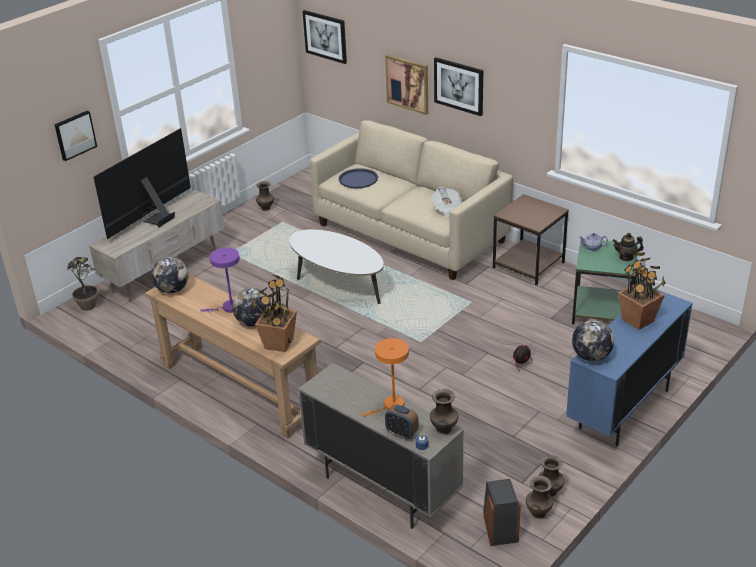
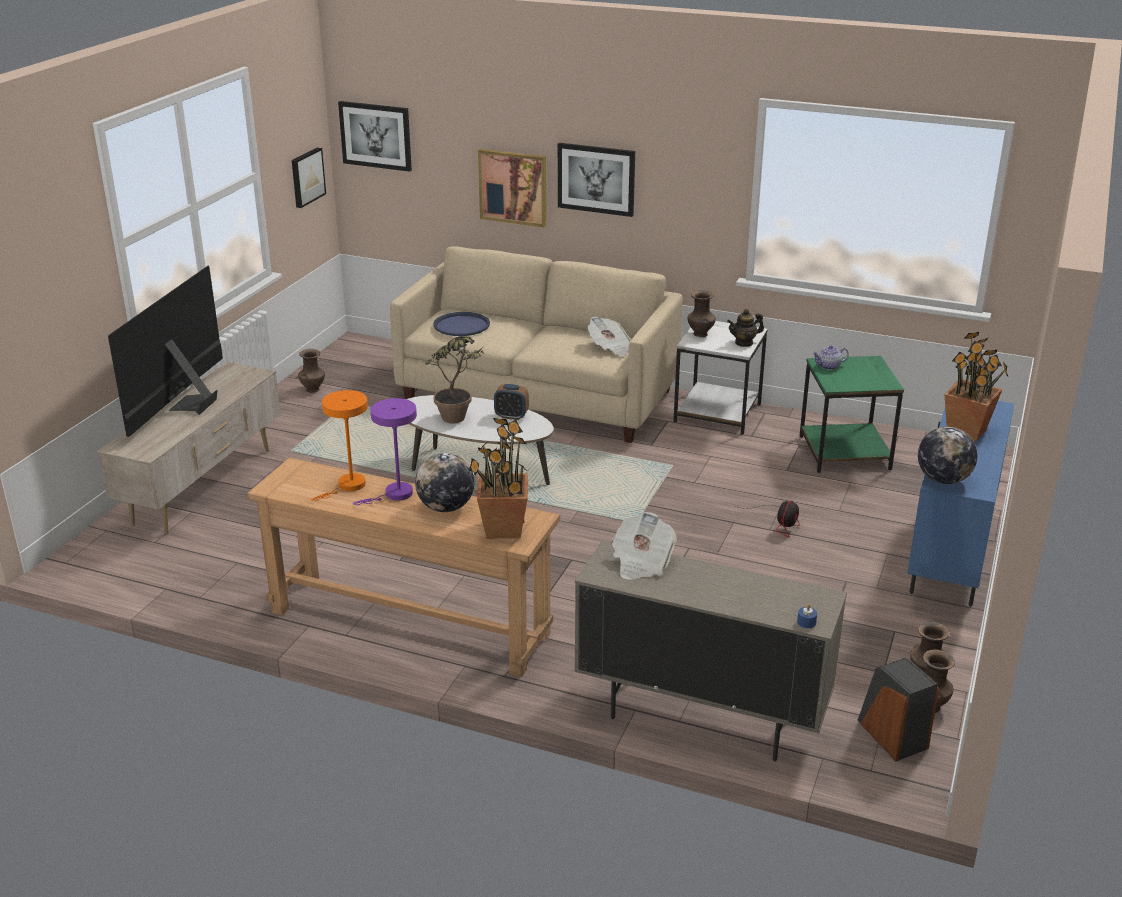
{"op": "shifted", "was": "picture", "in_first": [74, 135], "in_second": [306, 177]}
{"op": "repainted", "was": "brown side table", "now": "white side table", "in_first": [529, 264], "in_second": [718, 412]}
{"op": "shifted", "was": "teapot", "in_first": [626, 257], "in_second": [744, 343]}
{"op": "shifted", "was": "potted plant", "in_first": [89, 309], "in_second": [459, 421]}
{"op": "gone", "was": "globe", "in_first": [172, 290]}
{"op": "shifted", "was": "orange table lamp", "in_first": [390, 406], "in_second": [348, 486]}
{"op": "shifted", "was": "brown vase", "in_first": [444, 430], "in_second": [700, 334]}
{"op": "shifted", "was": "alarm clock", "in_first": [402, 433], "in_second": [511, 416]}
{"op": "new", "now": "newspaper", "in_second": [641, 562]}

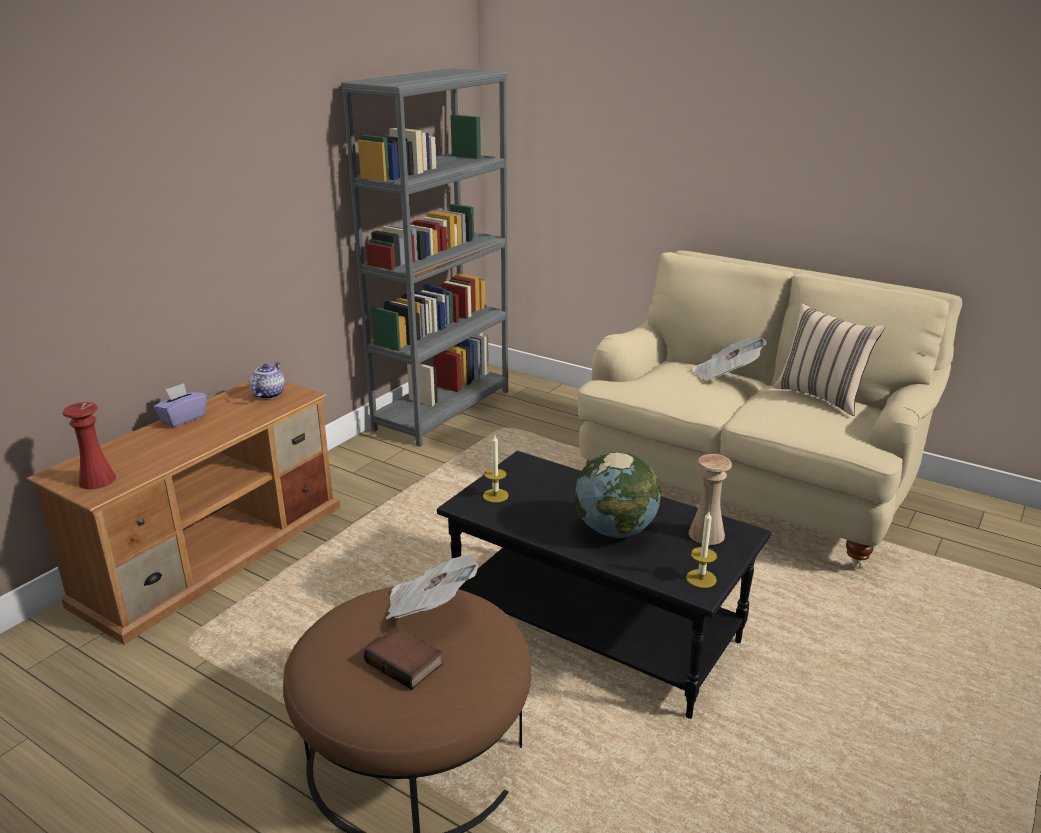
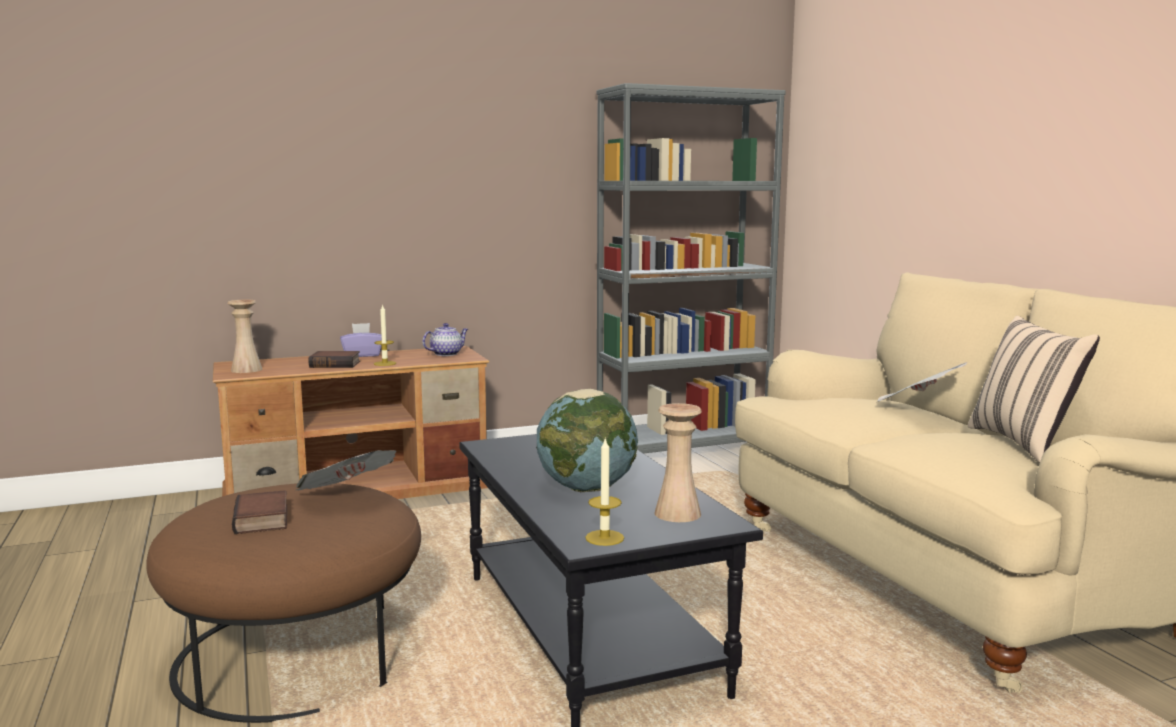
{"op": "repainted", "was": "red vase", "now": "beige vase", "in_first": [97, 480], "in_second": [246, 370]}
{"op": "shifted", "was": "candle", "in_first": [495, 495], "in_second": [385, 363]}
{"op": "new", "now": "book", "in_second": [336, 364]}

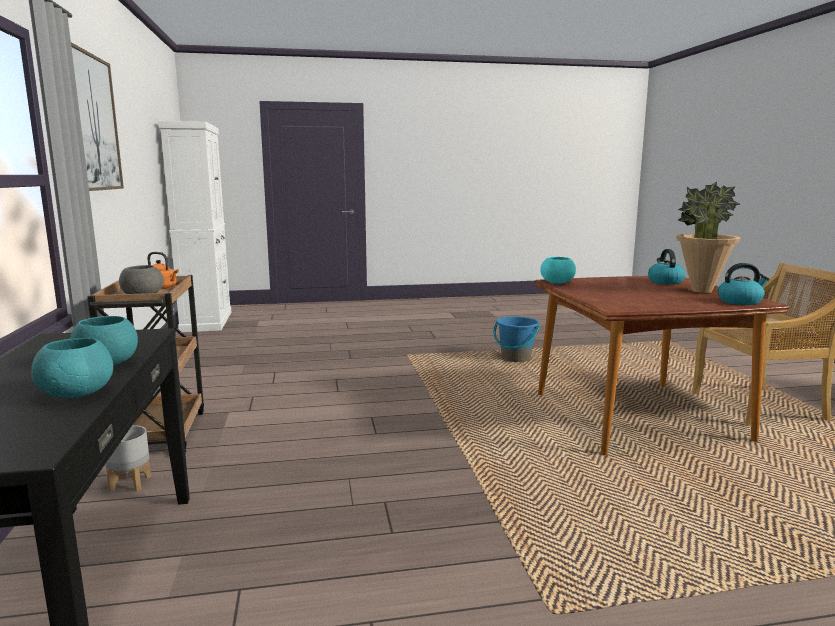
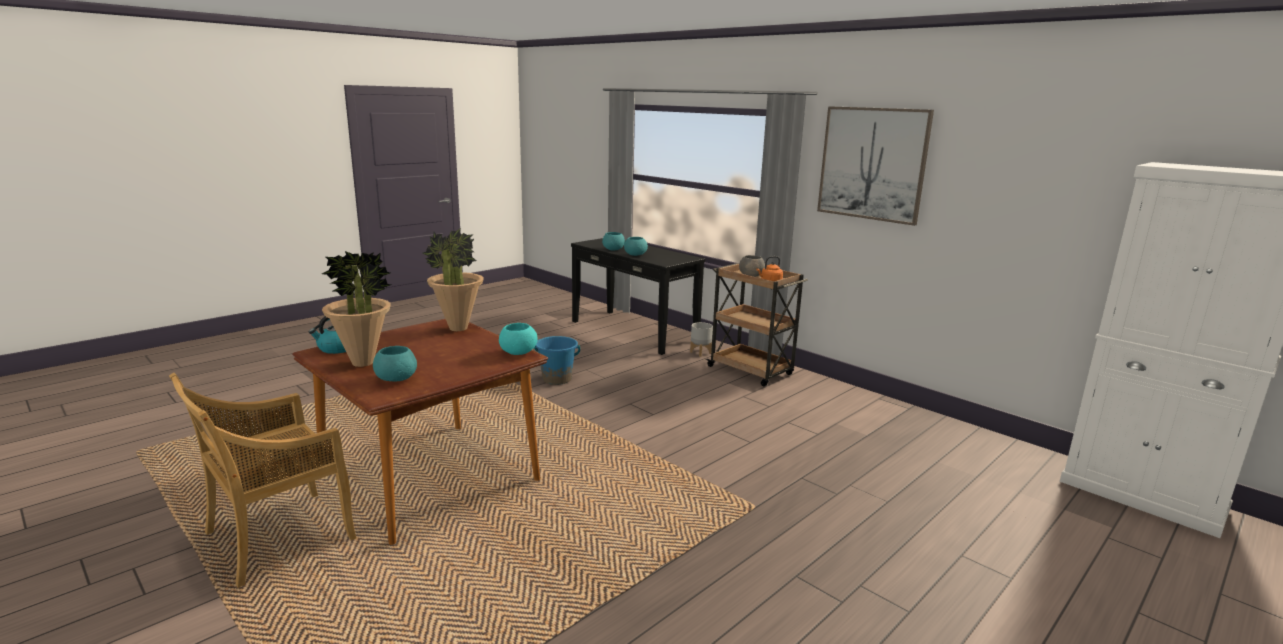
{"op": "swapped", "was": "kettle", "now": "turquoise bowl", "in_first": [665, 282], "in_second": [396, 378]}
{"op": "shifted", "was": "blue bucket", "in_first": [515, 358], "in_second": [557, 379]}
{"op": "new", "now": "potted plant", "in_second": [458, 328]}

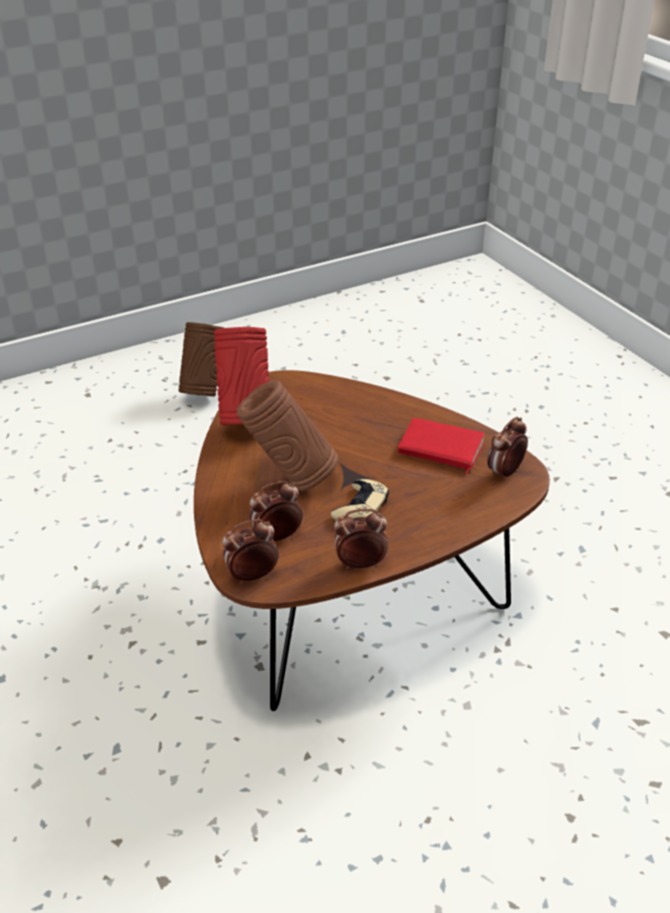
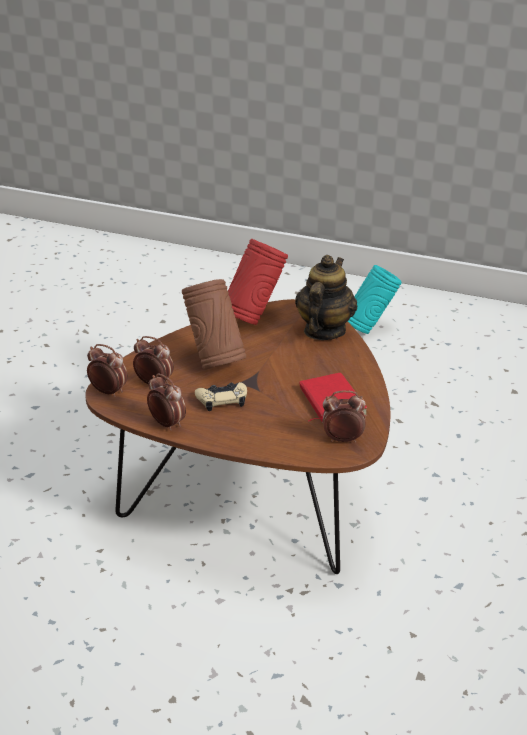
{"op": "repainted", "was": "brown vase", "now": "turquoise vase", "in_first": [204, 391], "in_second": [369, 328]}
{"op": "new", "now": "teapot", "in_second": [324, 331]}

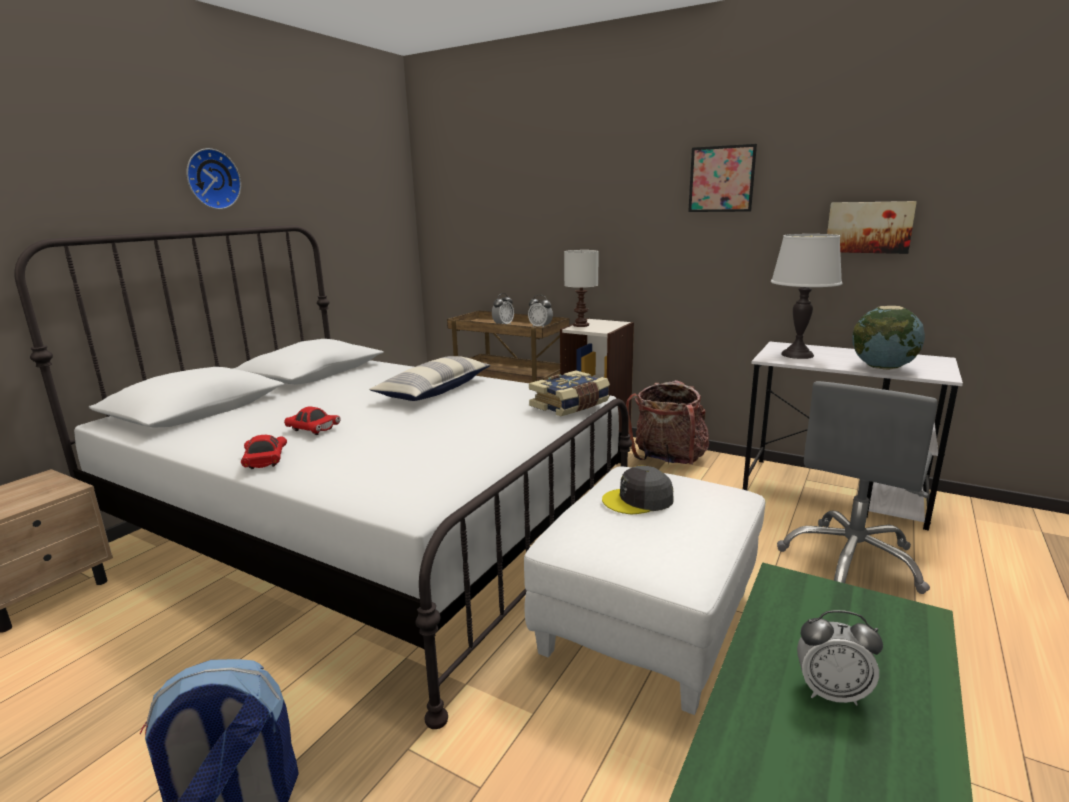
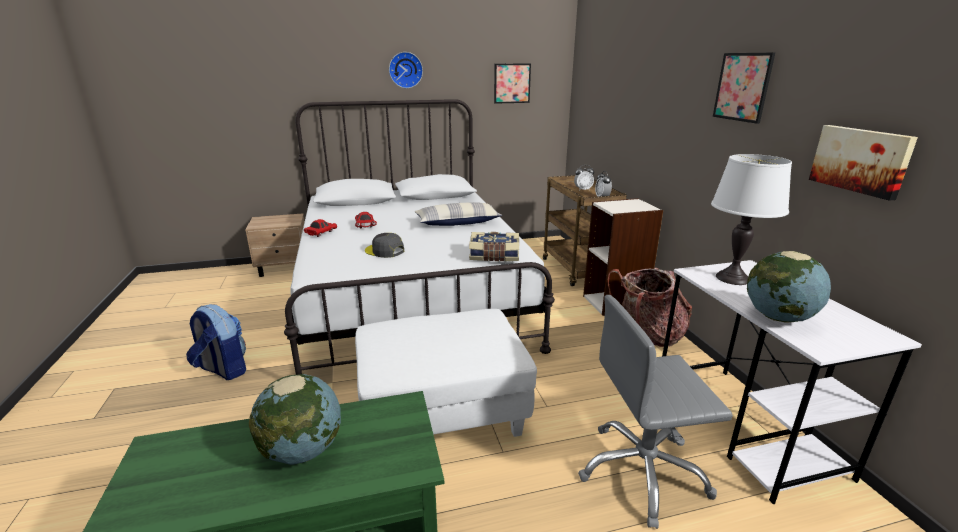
{"op": "gone", "was": "white table lamp", "in_first": [581, 325]}
{"op": "shifted", "was": "grey cap", "in_first": [638, 500], "in_second": [384, 251]}
{"op": "swapped", "was": "alarm clock", "now": "globe", "in_first": [831, 692], "in_second": [303, 451]}
{"op": "new", "now": "picture", "in_second": [512, 83]}

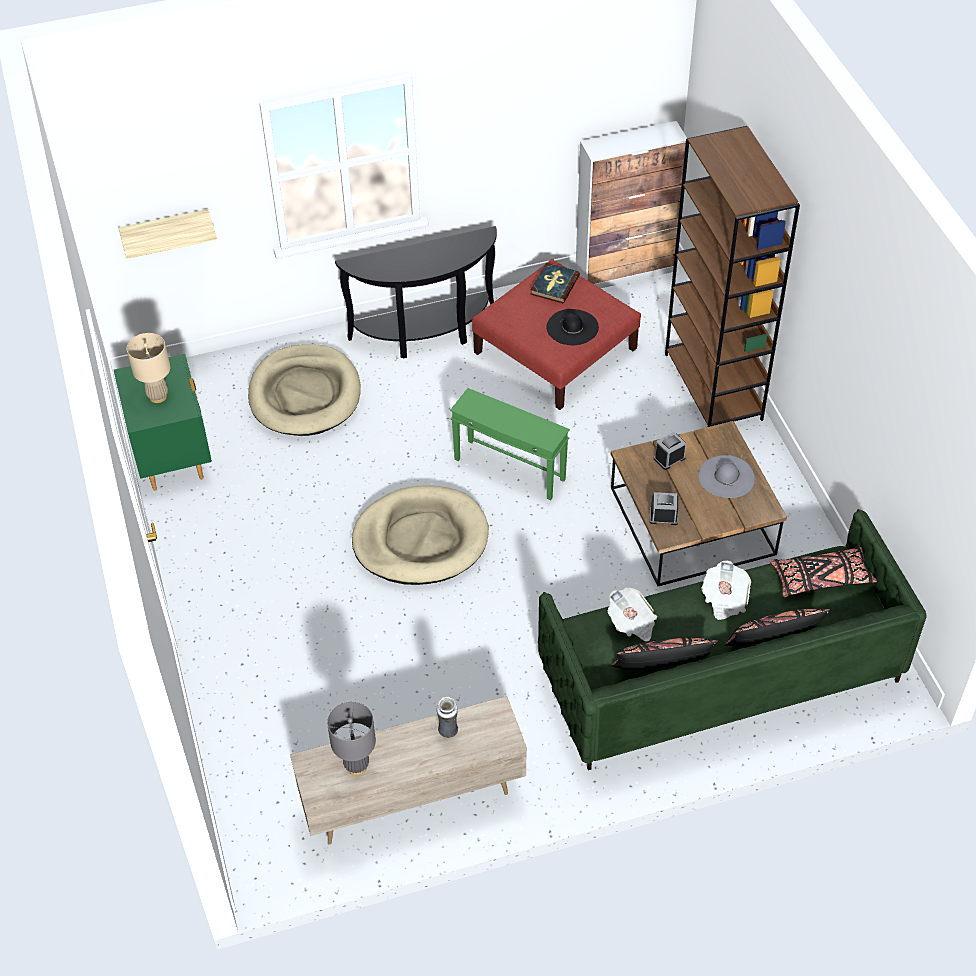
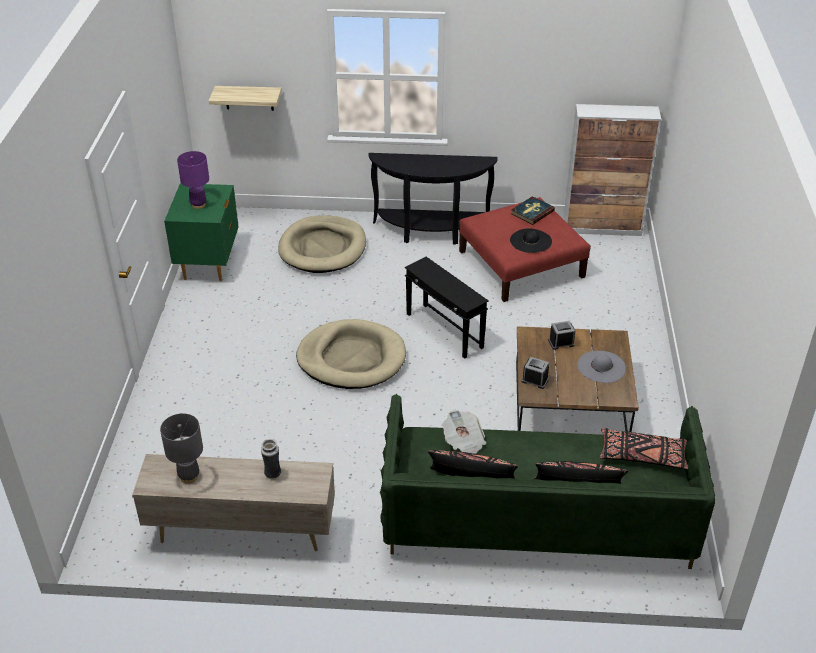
{"op": "gone", "was": "brown bookcase", "in_first": [714, 387]}
{"op": "repainted", "was": "beige table lamp", "now": "purple table lamp", "in_first": [158, 396], "in_second": [198, 205]}
{"op": "repainted", "was": "green side table", "now": "black side table", "in_first": [509, 470], "in_second": [443, 331]}
{"op": "gone", "was": "newspaper", "in_first": [724, 599]}

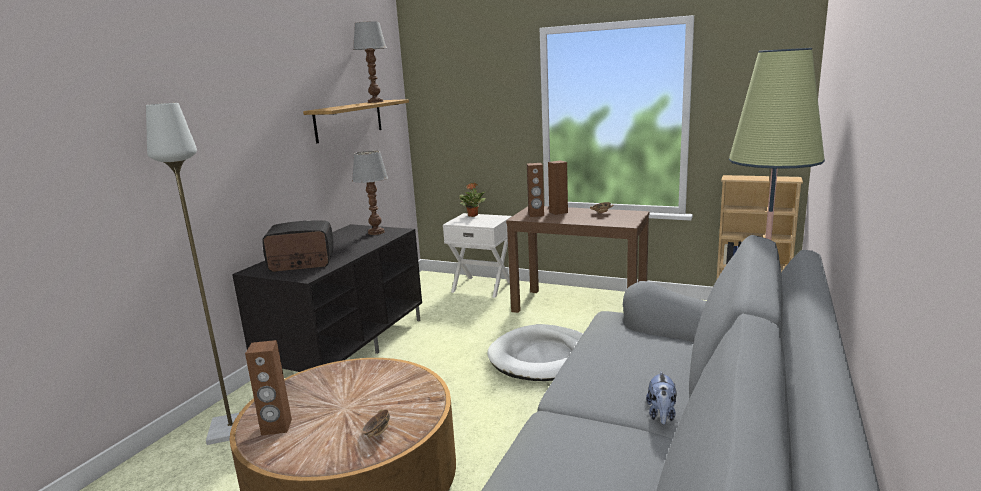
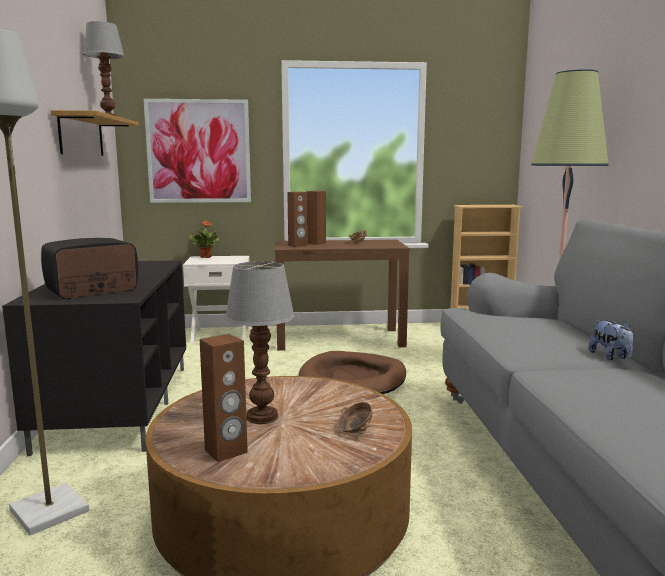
{"op": "shifted", "was": "table lamp", "in_first": [377, 232], "in_second": [263, 417]}
{"op": "repainted", "was": "white dog bed", "now": "brown dog bed", "in_first": [543, 357], "in_second": [353, 379]}
{"op": "new", "now": "picture", "in_second": [198, 151]}

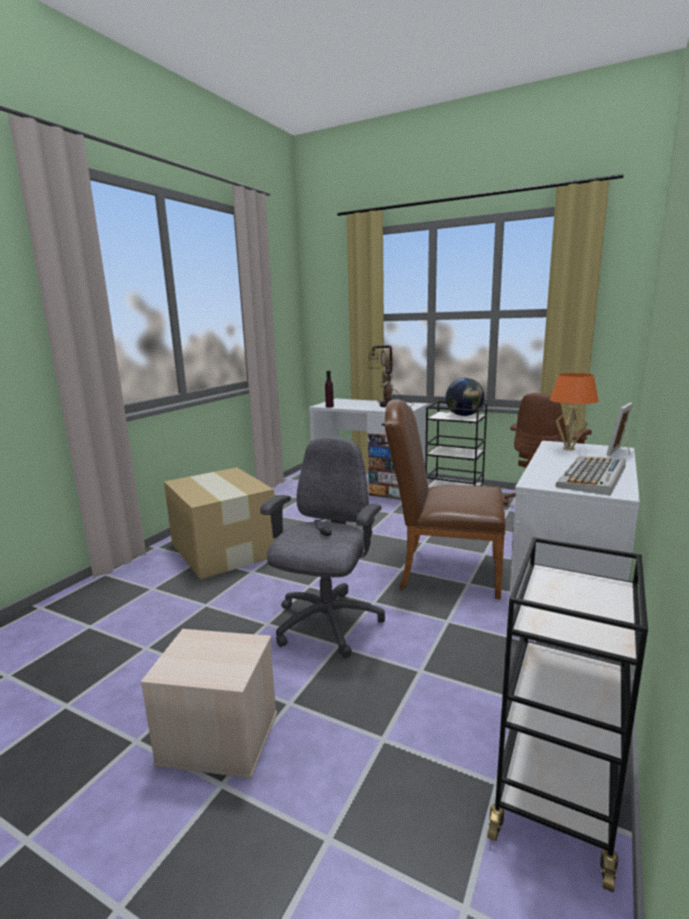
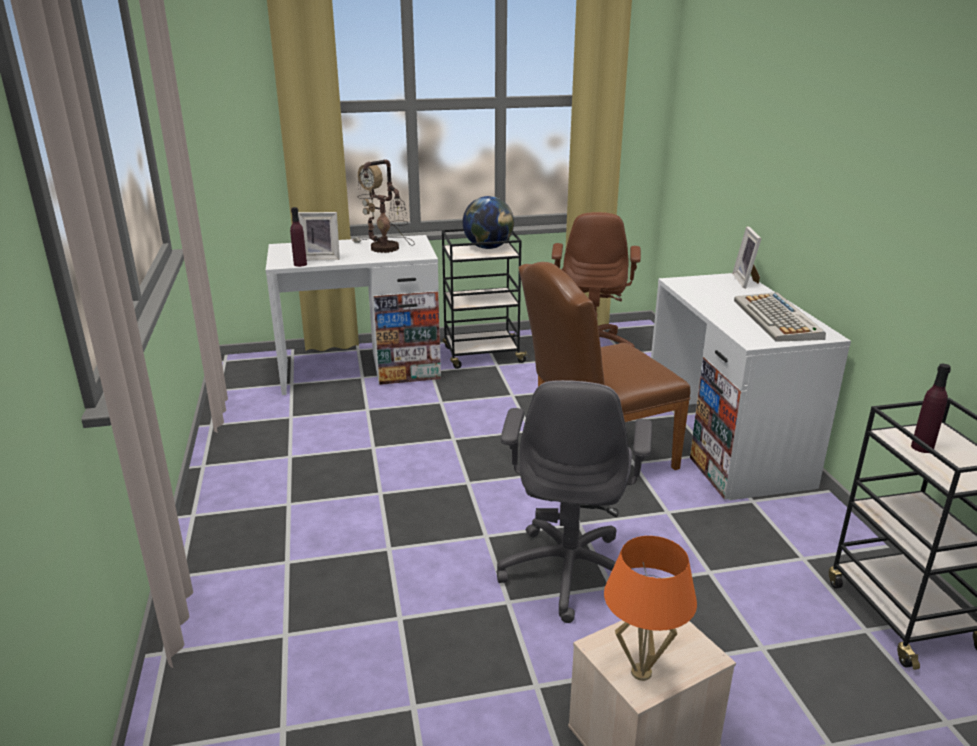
{"op": "shifted", "was": "orange table lamp", "in_first": [568, 448], "in_second": [640, 672]}
{"op": "rotated", "was": "grey office chair", "in_first": [326, 624], "in_second": [569, 570], "clockwise": -150}
{"op": "gone", "was": "cardboard box", "in_first": [223, 548]}
{"op": "new", "now": "picture frame", "in_second": [321, 258]}
{"op": "new", "now": "purple bottle", "in_second": [922, 447]}

